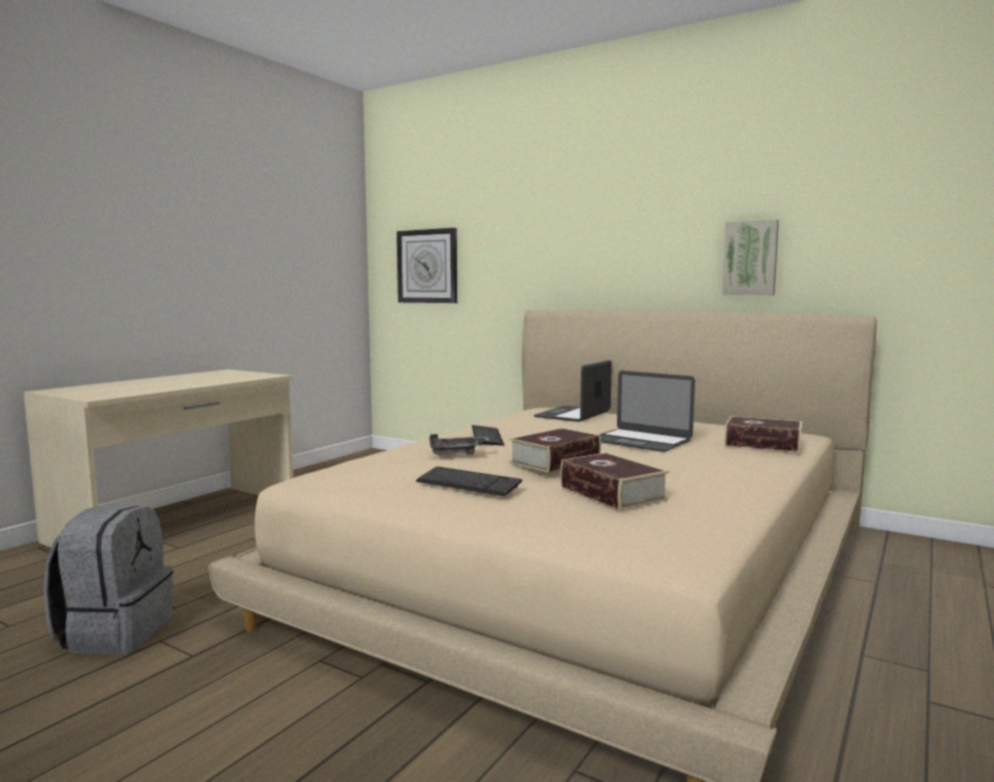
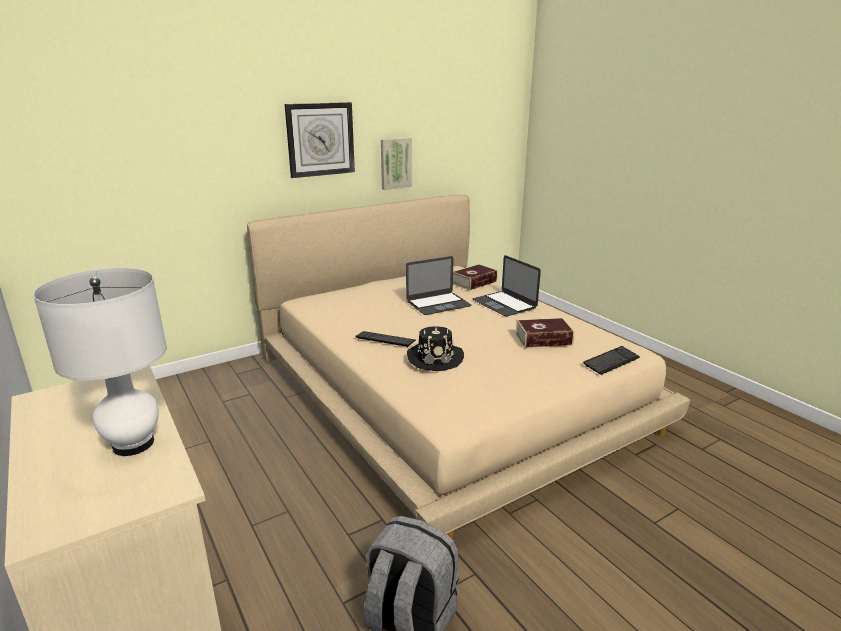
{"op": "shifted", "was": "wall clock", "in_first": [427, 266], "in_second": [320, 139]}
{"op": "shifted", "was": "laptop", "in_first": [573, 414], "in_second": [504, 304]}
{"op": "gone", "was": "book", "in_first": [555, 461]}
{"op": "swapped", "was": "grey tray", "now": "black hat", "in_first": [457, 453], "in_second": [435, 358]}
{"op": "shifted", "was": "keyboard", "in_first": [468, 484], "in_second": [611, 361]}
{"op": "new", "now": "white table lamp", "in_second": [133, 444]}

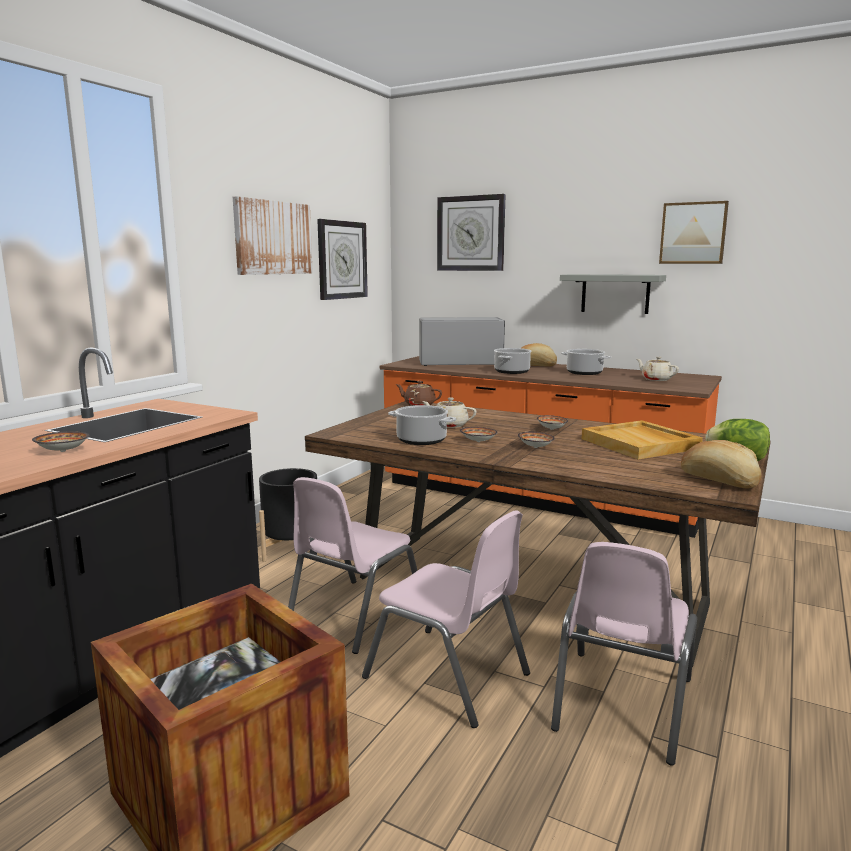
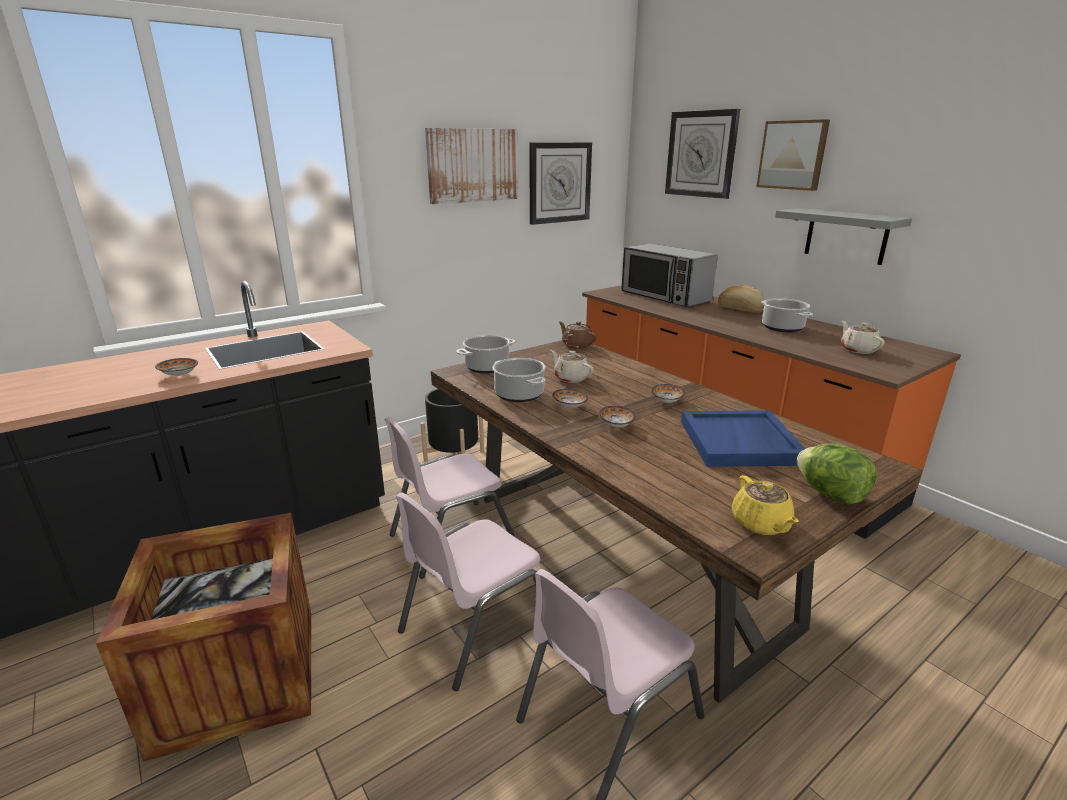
{"op": "shifted", "was": "picture", "in_first": [693, 233], "in_second": [793, 155]}
{"op": "rotated", "was": "microwave", "in_first": [460, 363], "in_second": [665, 296], "clockwise": -150}
{"op": "shifted", "was": "cooking pot", "in_first": [512, 372], "in_second": [486, 368]}
{"op": "repainted", "was": "beige tray", "now": "blue tray", "in_first": [641, 444], "in_second": [740, 442]}
{"op": "swapped", "was": "bread", "now": "yellow teapot", "in_first": [719, 481], "in_second": [761, 524]}
{"op": "rotated", "was": "pink chair", "in_first": [447, 676], "in_second": [475, 626], "clockwise": 75}

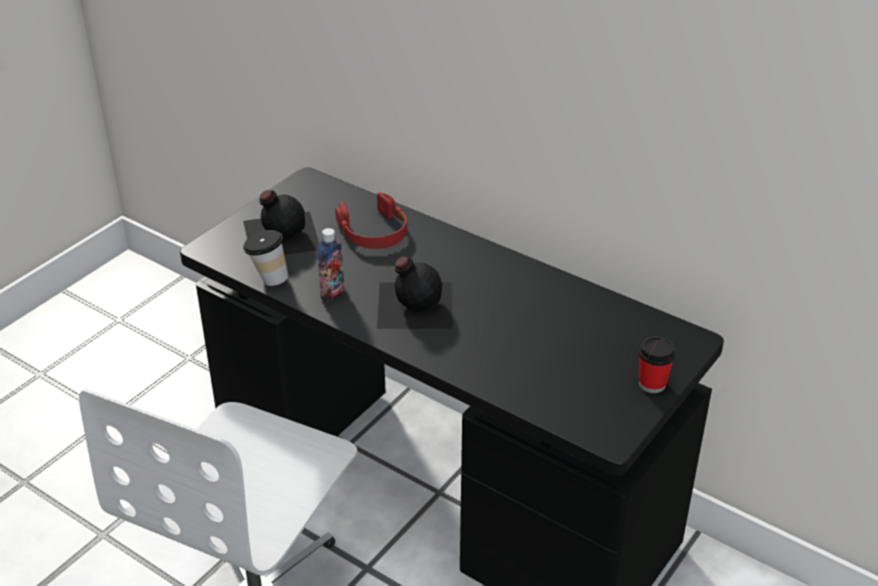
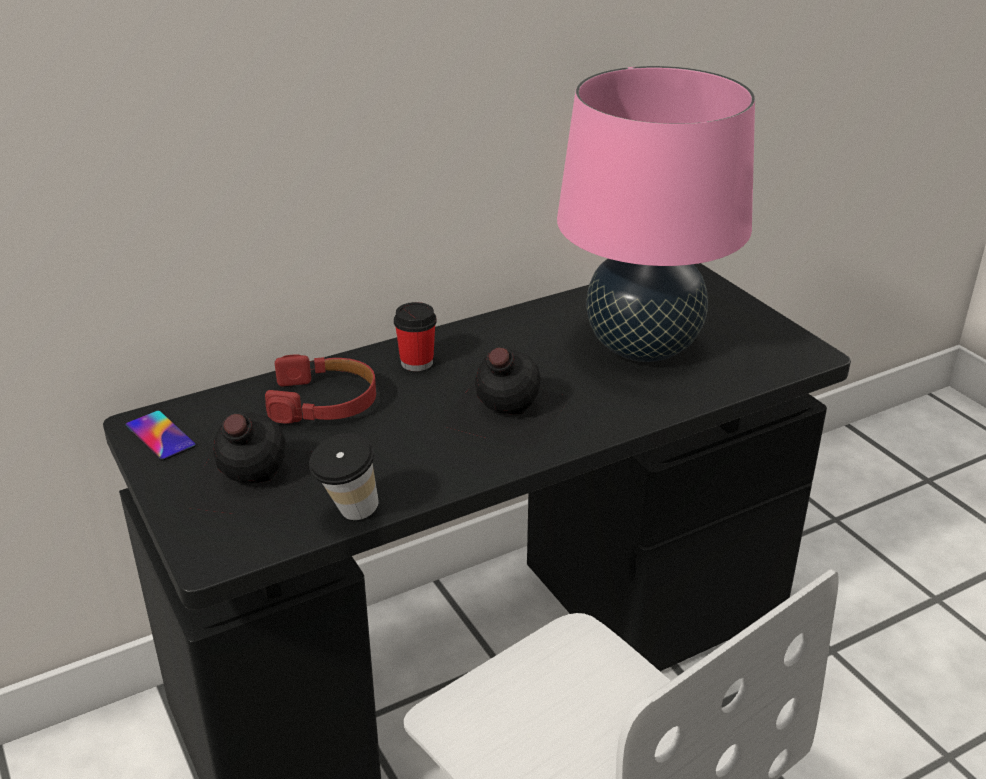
{"op": "gone", "was": "bottle", "in_first": [332, 293]}
{"op": "shifted", "was": "cup", "in_first": [652, 383], "in_second": [417, 362]}
{"op": "new", "now": "pink table lamp", "in_second": [643, 347]}
{"op": "new", "now": "phone", "in_second": [160, 436]}

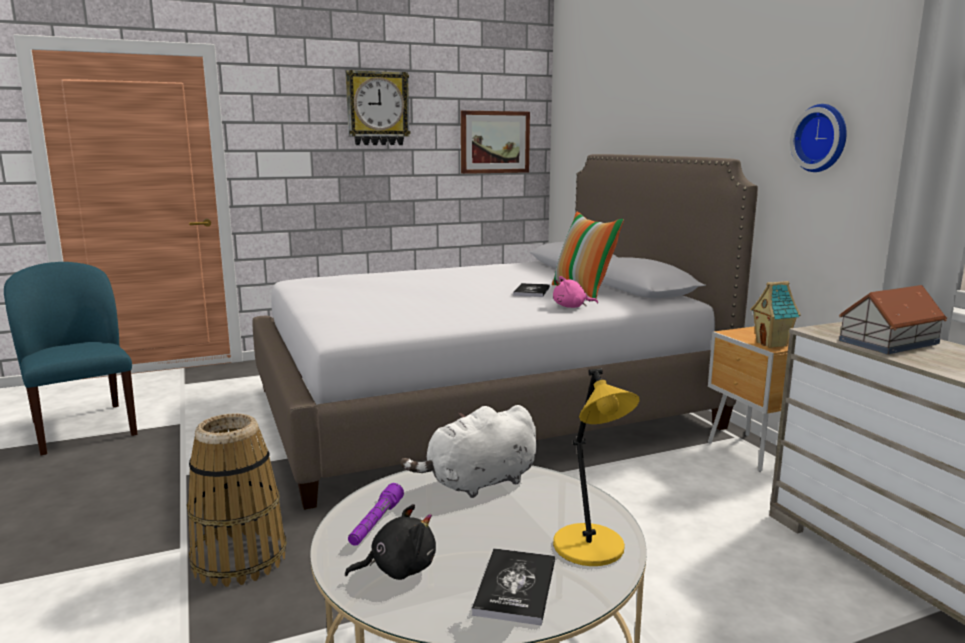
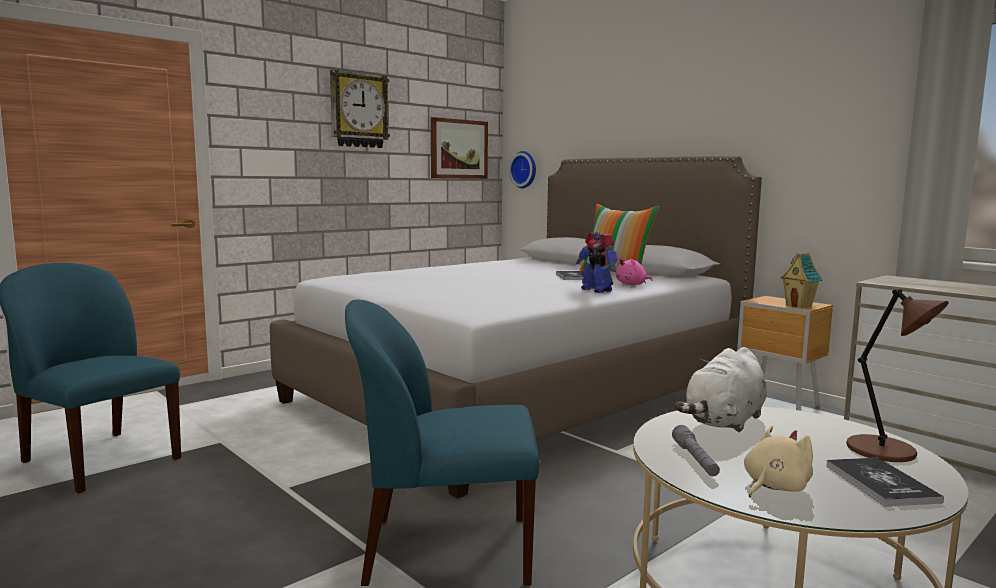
{"op": "shifted", "was": "wall clock", "in_first": [822, 138], "in_second": [525, 169]}
{"op": "gone", "was": "toy house", "in_first": [887, 342]}
{"op": "repainted", "was": "yellow table lamp", "now": "brown table lamp", "in_first": [591, 548], "in_second": [885, 451]}
{"op": "swapped", "was": "basket", "now": "blue chair", "in_first": [239, 558], "in_second": [444, 550]}
{"op": "repainted", "was": "purple flashlight", "now": "grey flashlight", "in_first": [376, 523], "in_second": [695, 460]}
{"op": "repainted", "was": "black plush toy", "now": "beige plush toy", "in_first": [398, 569], "in_second": [774, 487]}
{"op": "new", "now": "toy robot", "in_second": [597, 290]}

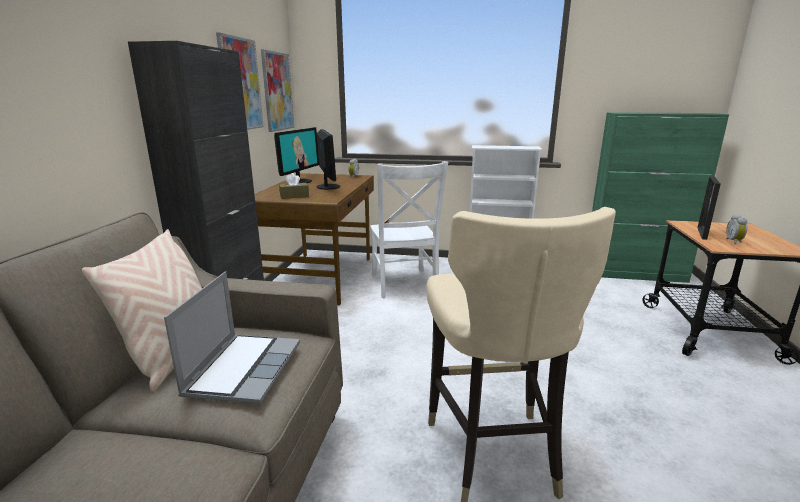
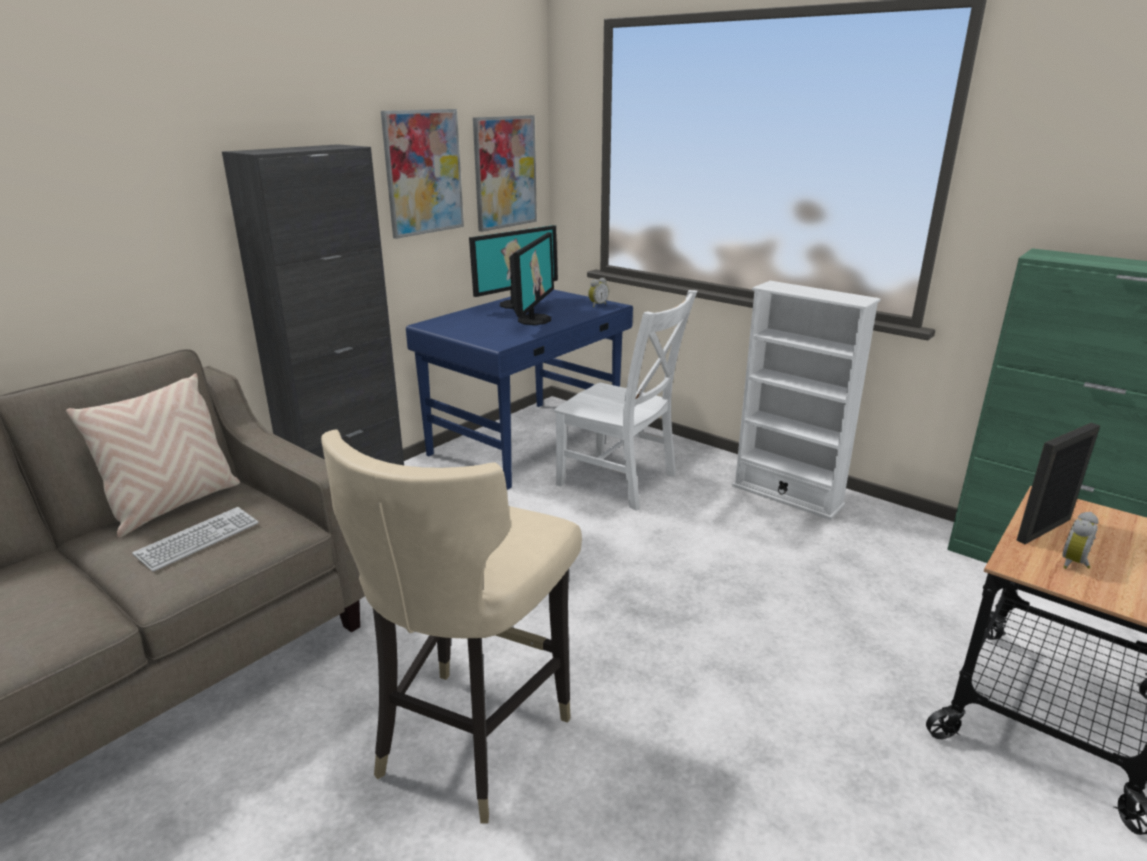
{"op": "rotated", "was": "white chair", "in_first": [404, 284], "in_second": [621, 481], "clockwise": -75}
{"op": "repainted", "was": "brown desk", "now": "blue desk", "in_first": [321, 276], "in_second": [528, 442]}
{"op": "gone", "was": "brown tissue box", "in_first": [294, 196]}
{"op": "swapped", "was": "laptop", "now": "keyboard", "in_first": [244, 368], "in_second": [198, 540]}

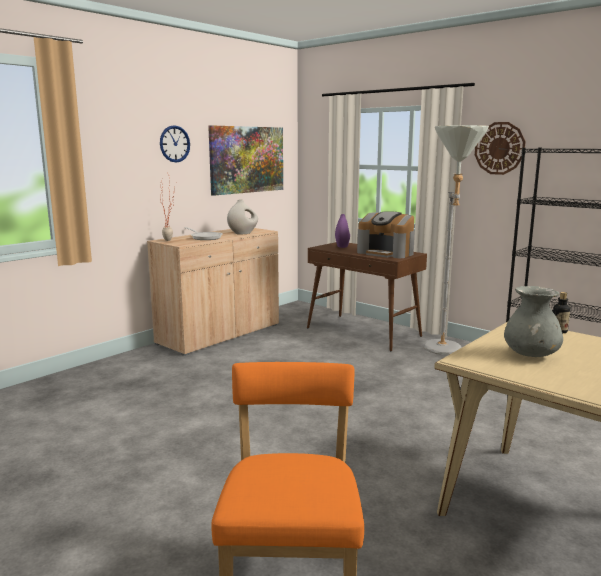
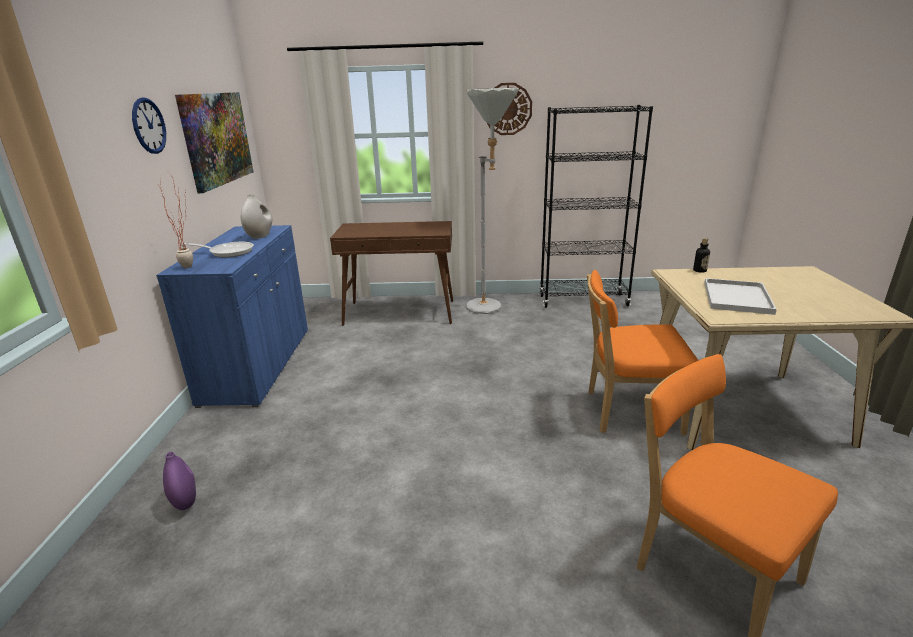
{"op": "gone", "was": "coffee machine", "in_first": [386, 253]}
{"op": "shifted", "was": "purple vase", "in_first": [342, 246], "in_second": [185, 501]}
{"op": "repainted", "was": "beige cabinet", "now": "blue cabinet", "in_first": [219, 334], "in_second": [258, 365]}
{"op": "swapped", "was": "grey vase", "now": "white tray", "in_first": [531, 355], "in_second": [736, 297]}
{"op": "new", "now": "orange chair", "in_second": [628, 412]}

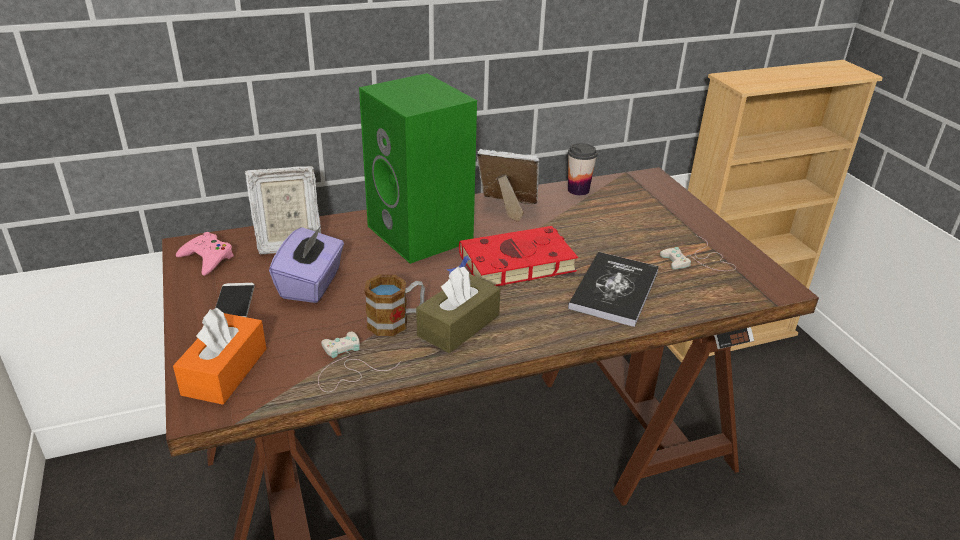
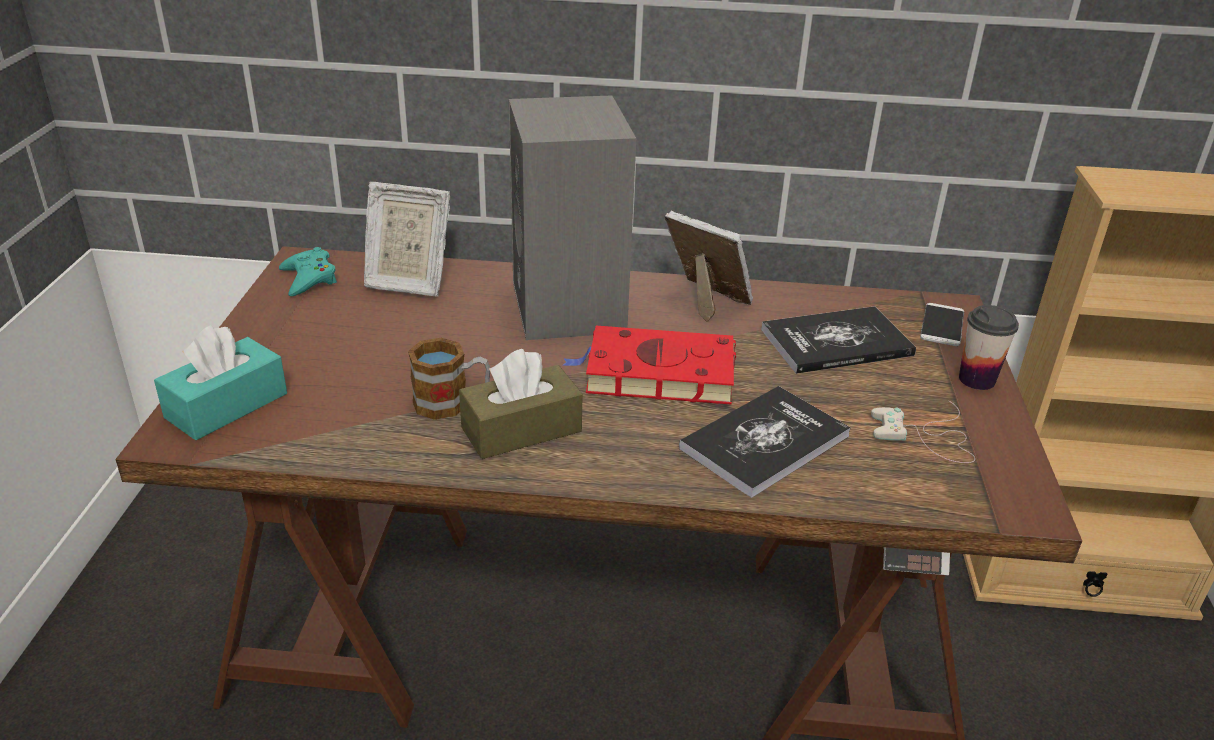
{"op": "repainted", "was": "green speaker", "now": "grey speaker", "in_first": [423, 234], "in_second": [571, 309]}
{"op": "shifted", "was": "cup", "in_first": [578, 190], "in_second": [976, 379]}
{"op": "gone", "was": "purple tissue box", "in_first": [311, 284]}
{"op": "repainted", "was": "pink game controller", "now": "turquoise game controller", "in_first": [207, 258], "in_second": [309, 279]}
{"op": "shifted", "was": "phone", "in_first": [234, 303], "in_second": [942, 325]}
{"op": "repainted", "was": "orange tissue box", "now": "turquoise tissue box", "in_first": [225, 371], "in_second": [226, 405]}
{"op": "gone", "was": "white game controller", "in_first": [346, 366]}
{"op": "new", "now": "book", "in_second": [836, 342]}

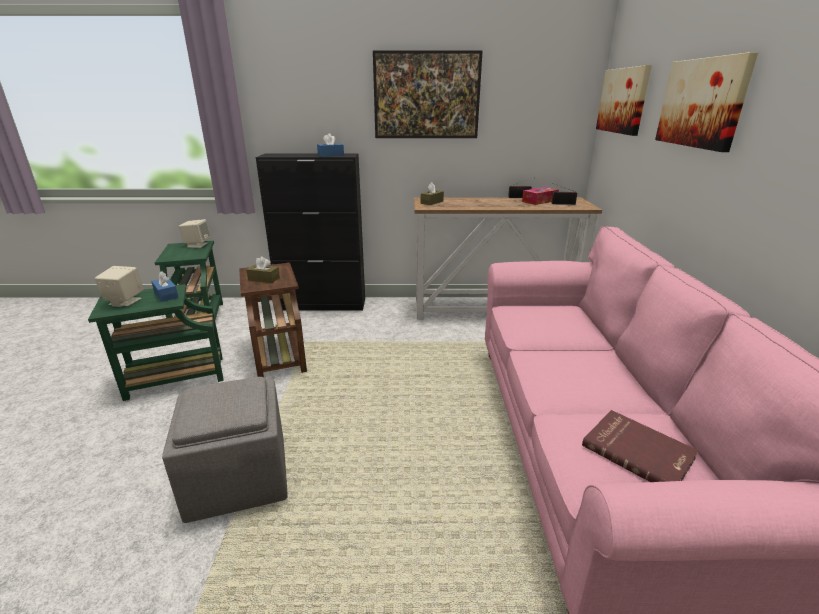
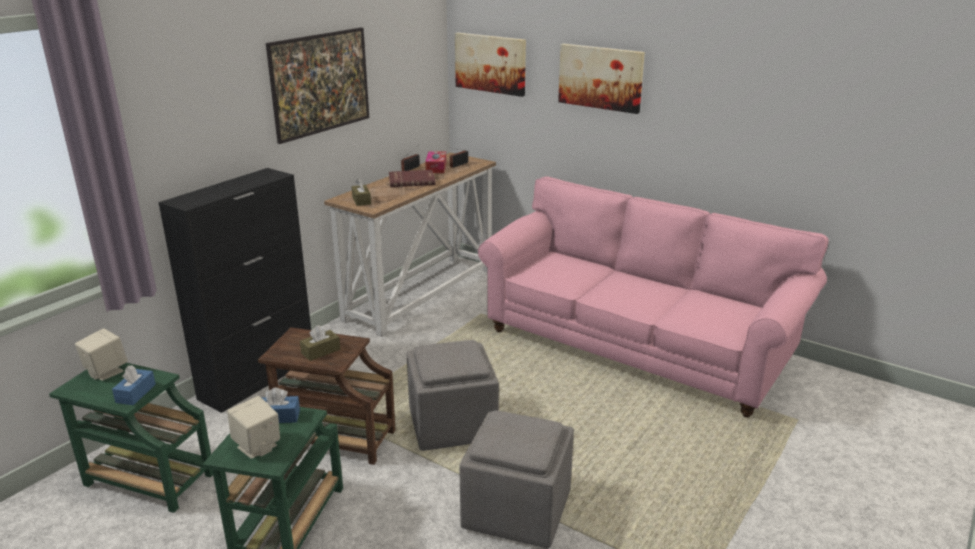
{"op": "shifted", "was": "blue tissue box", "in_first": [331, 155], "in_second": [136, 393]}
{"op": "shifted", "was": "red book", "in_first": [638, 451], "in_second": [411, 180]}
{"op": "new", "now": "grey ottoman", "in_second": [453, 424]}

